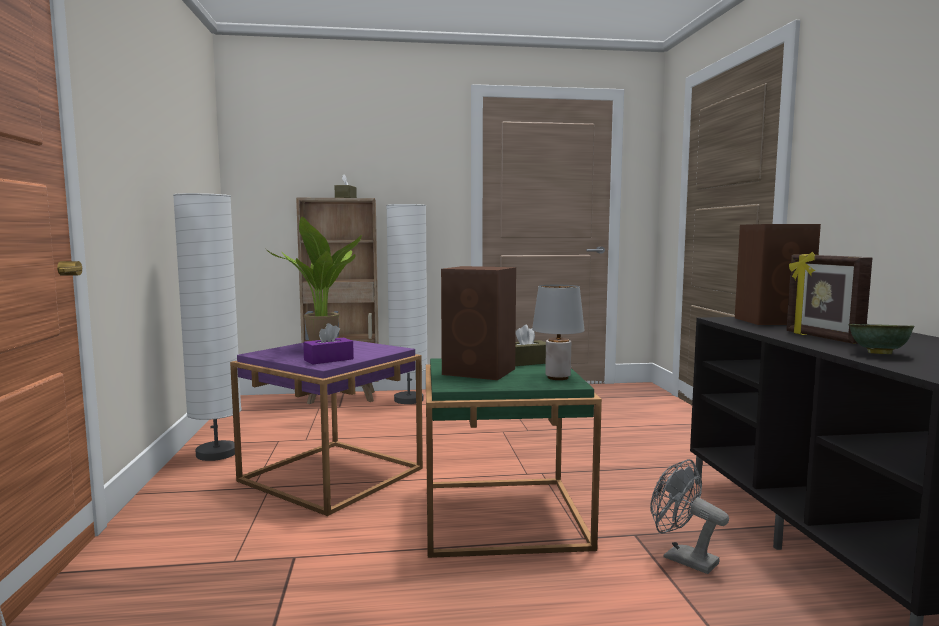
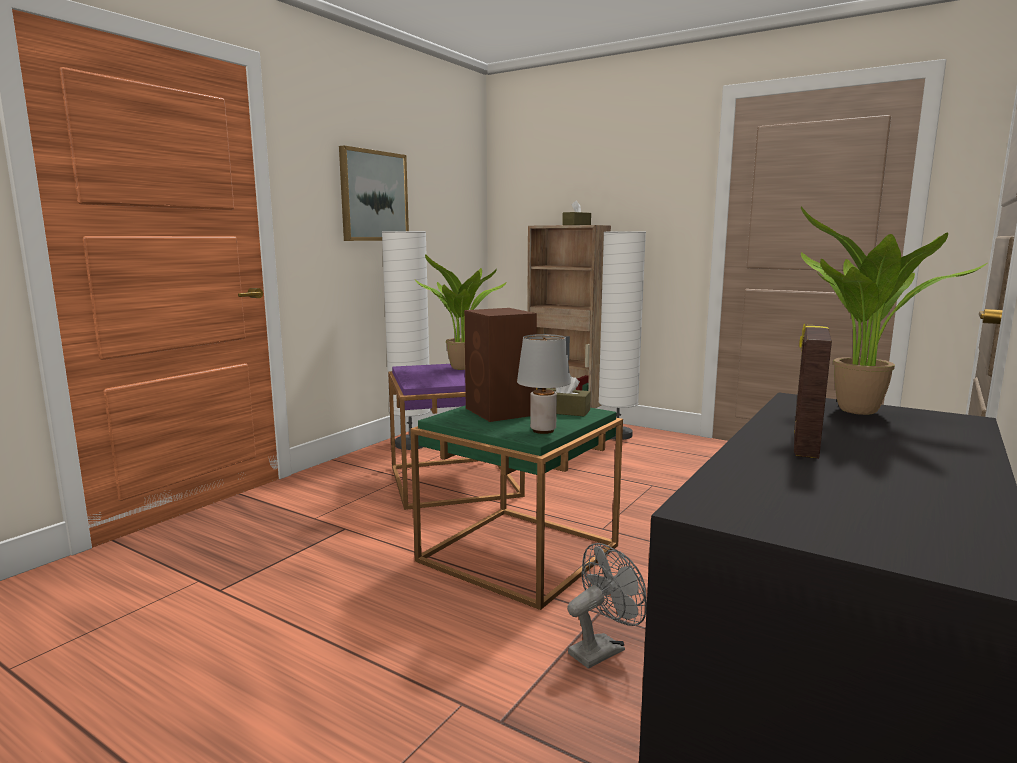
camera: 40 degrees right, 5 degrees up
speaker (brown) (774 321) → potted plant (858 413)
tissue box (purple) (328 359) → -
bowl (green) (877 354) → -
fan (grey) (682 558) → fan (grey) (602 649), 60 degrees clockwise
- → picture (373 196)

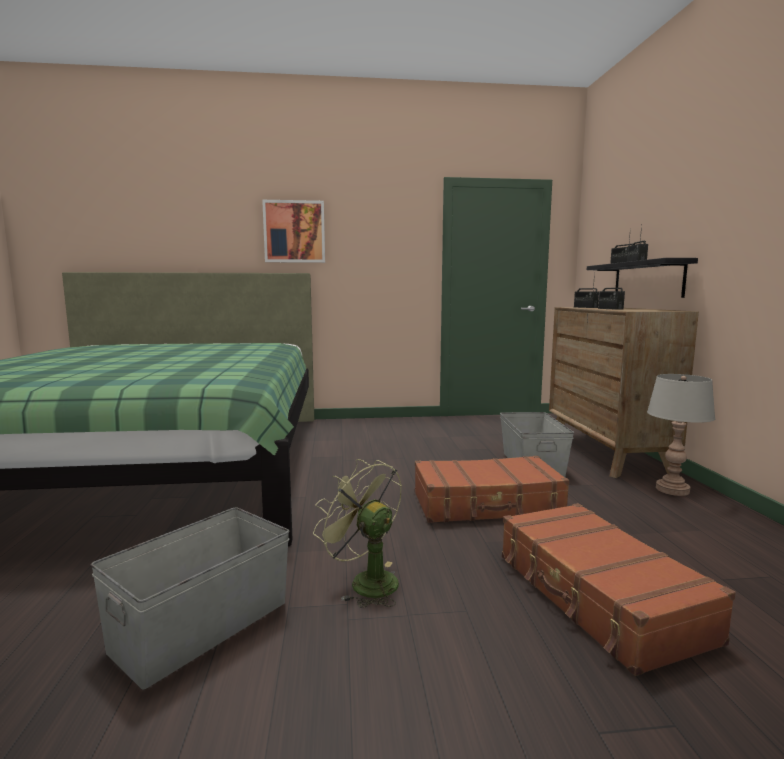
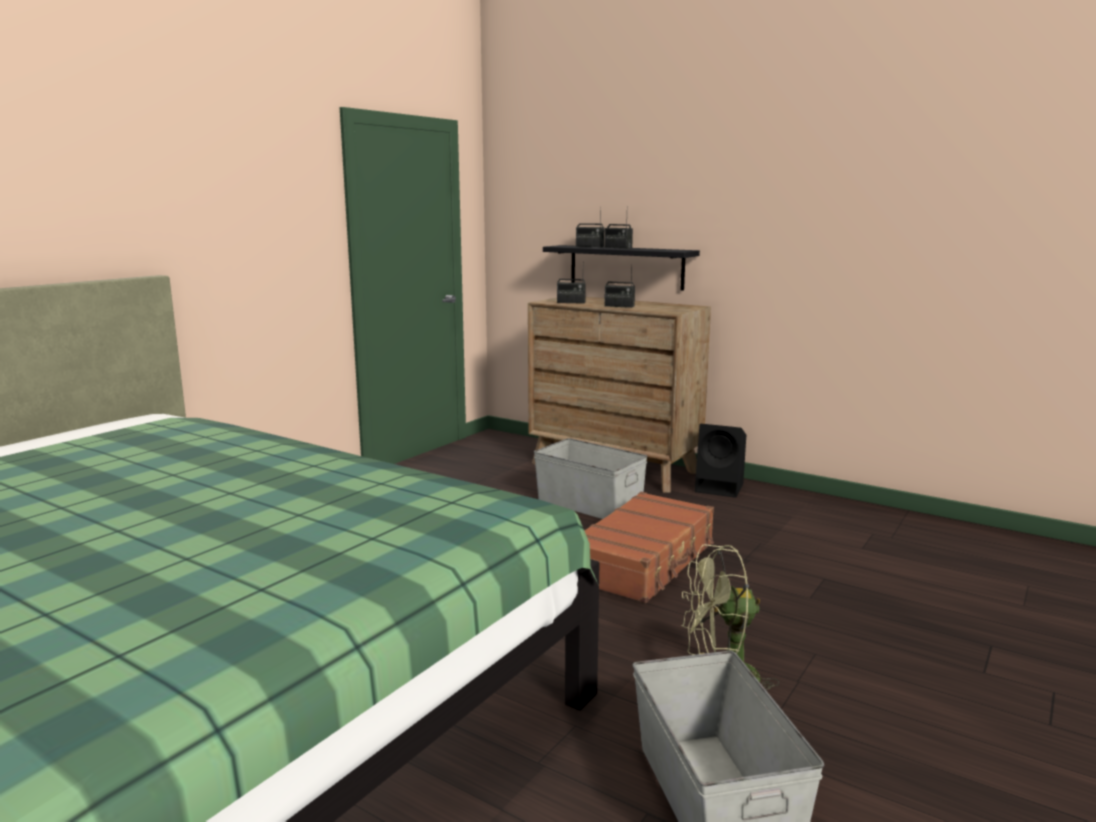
camera: 50 degrees left, 5 degrees up
picture (294 232) → -
table lamp (grey) (672 489) → speaker (black) (720 488)
suitcase (brown) (597 597) → -

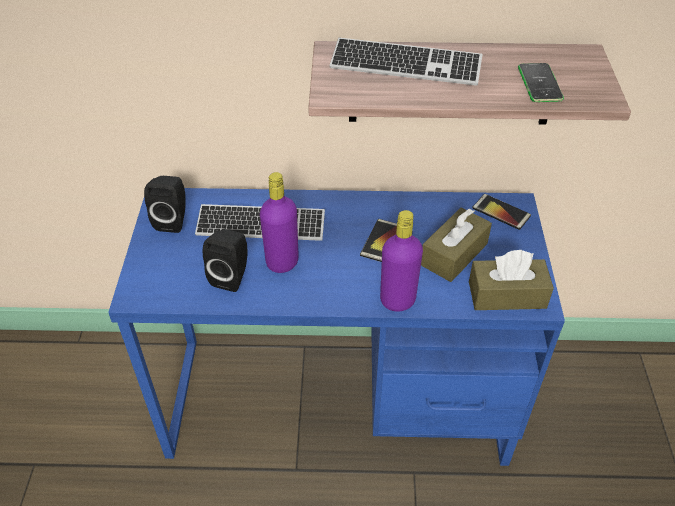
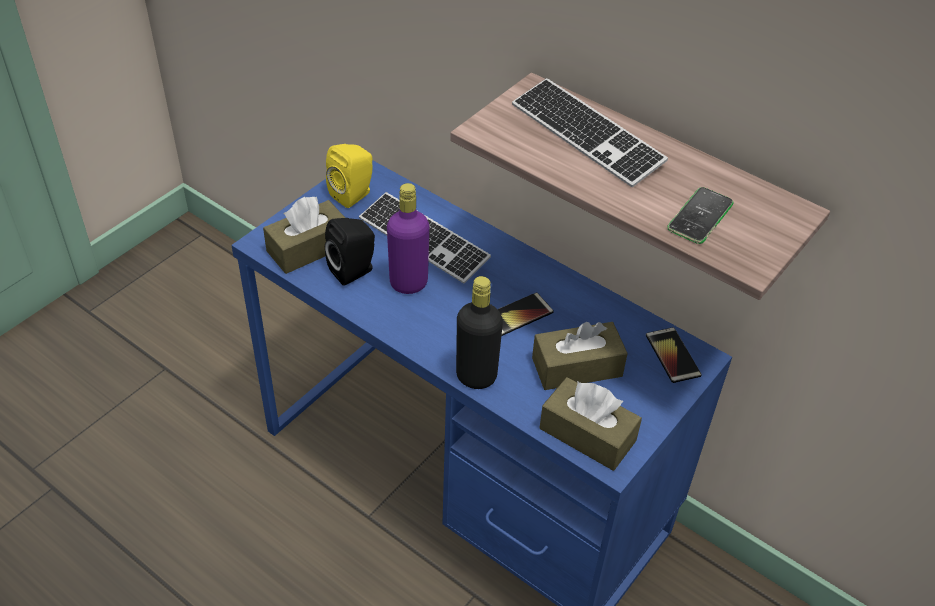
camera: 35 degrees right, 0 degrees up
speaker (black) (173 220) → speaker (yellow) (354 194)
bottle (purple) (397 300) → bottle (black) (476 376)
- → tissue box (brown) (308 248)

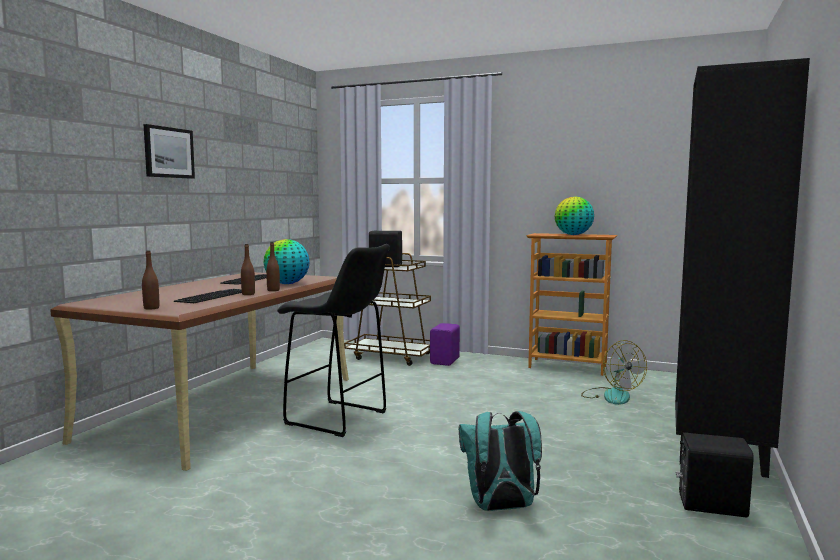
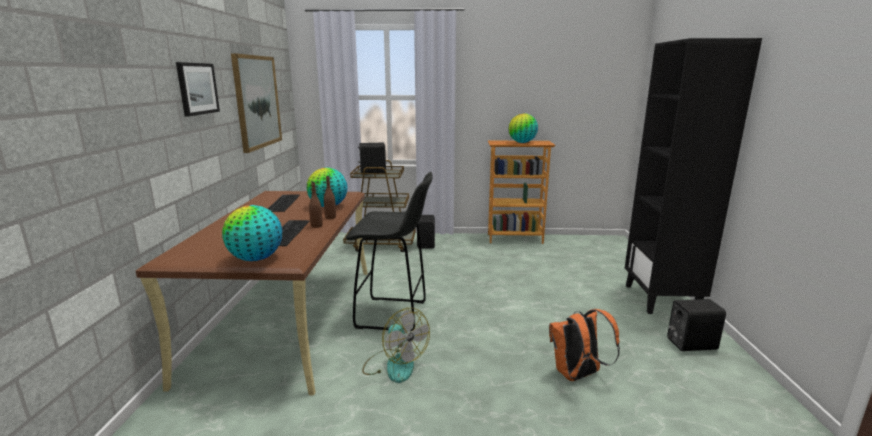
camera: 20 degrees left, 10 degrees up
bottle (brown) (151 308) → globe (256 259)
speaker (purple) (446 361) → speaker (black) (426 244)
fan (611 396) → fan (394 364), shifted
backpack (turquoise) (500 507) → backpack (orange) (577 375)
- → picture (257 102)

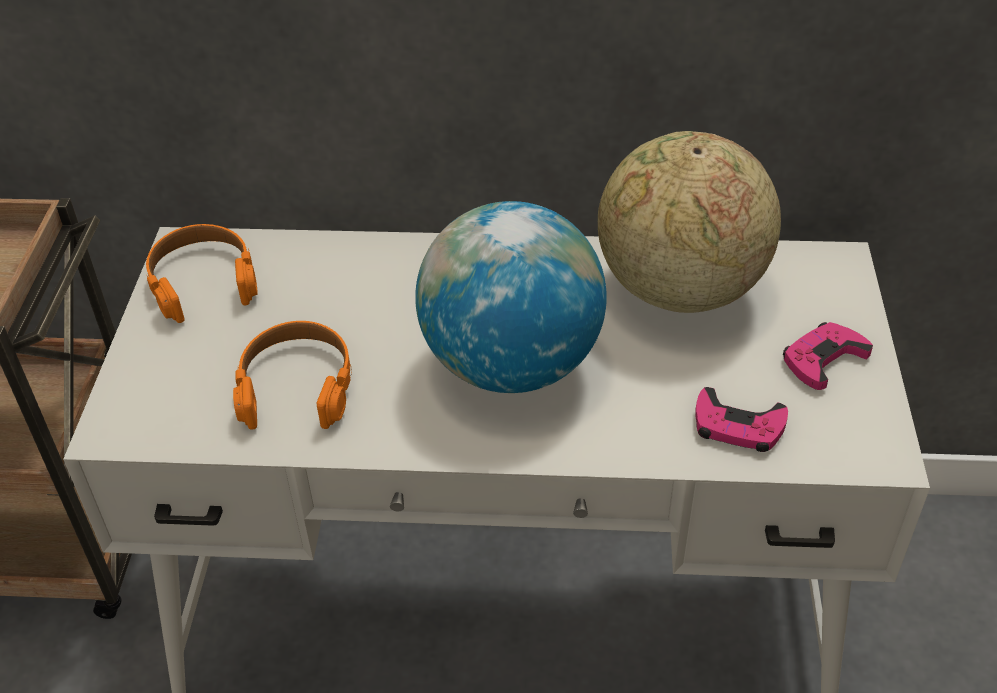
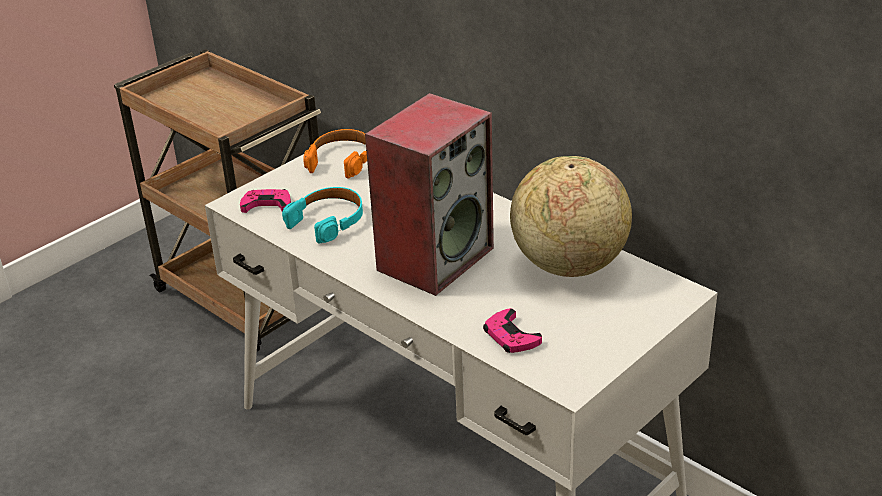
camera: 40 degrees right, 10 degrees down
globe (511 365) → speaker (435 258)
headphones (orange) (297 386) → headphones (turquoise) (328 221)
game controller (pink) (823 359) → game controller (pink) (267 204), shifted

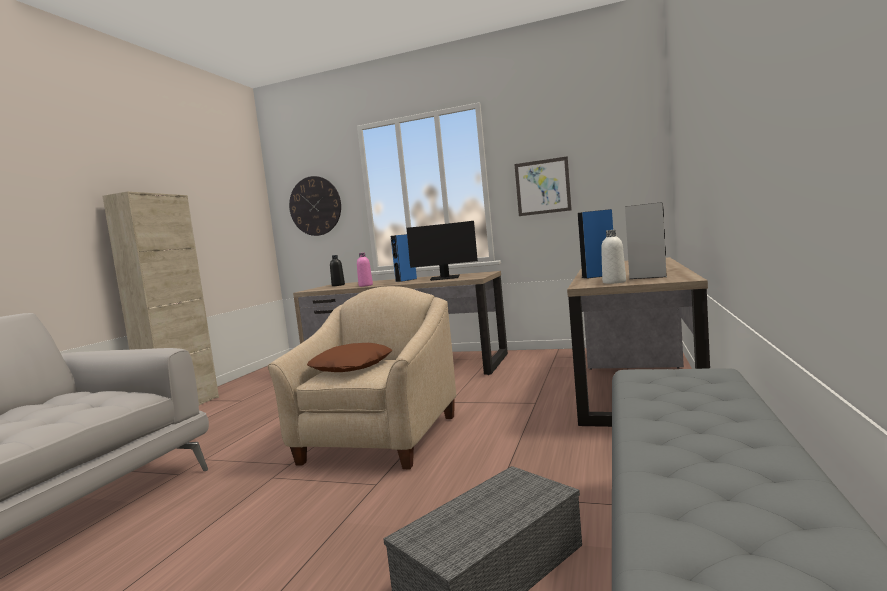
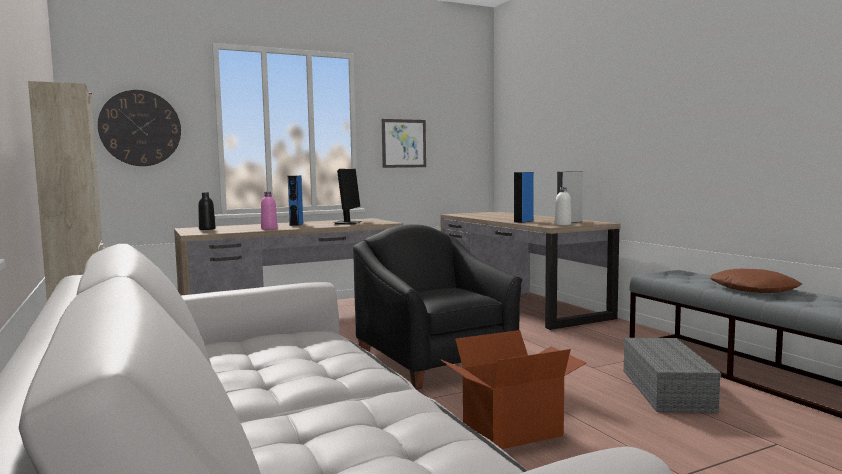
camera: 45 degrees left, 0 degrees up
monitor (445 278) → monitor (348 223), 45 degrees counterclockwise
armchair (beige) (379 439) → armchair (black) (435 363)
pillow (brown) (352 366) → pillow (brown) (754 289), shifted
- → cardboard box (511 429)

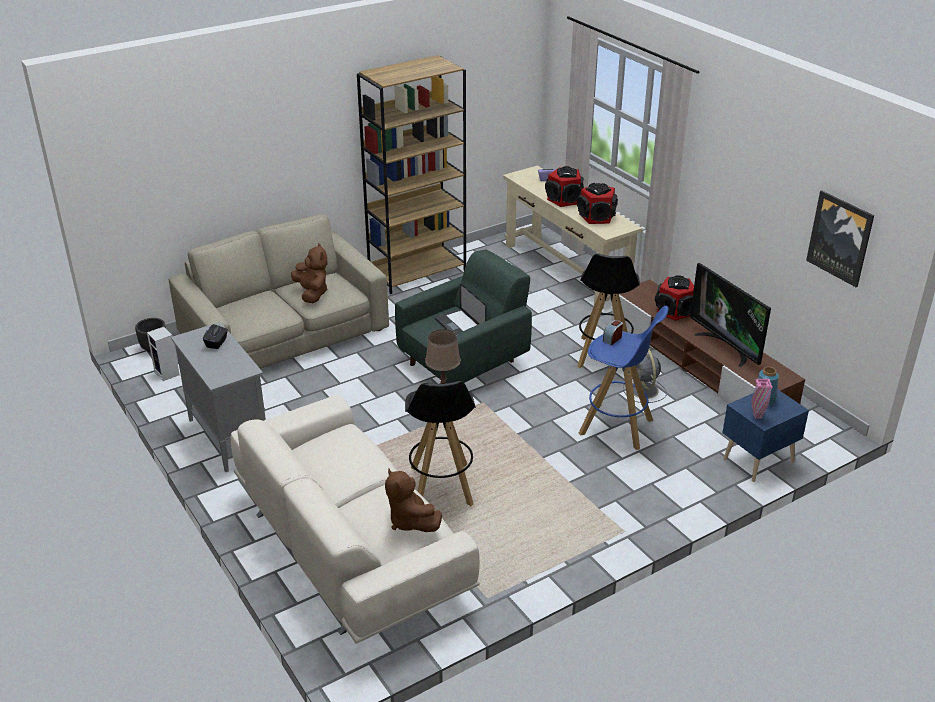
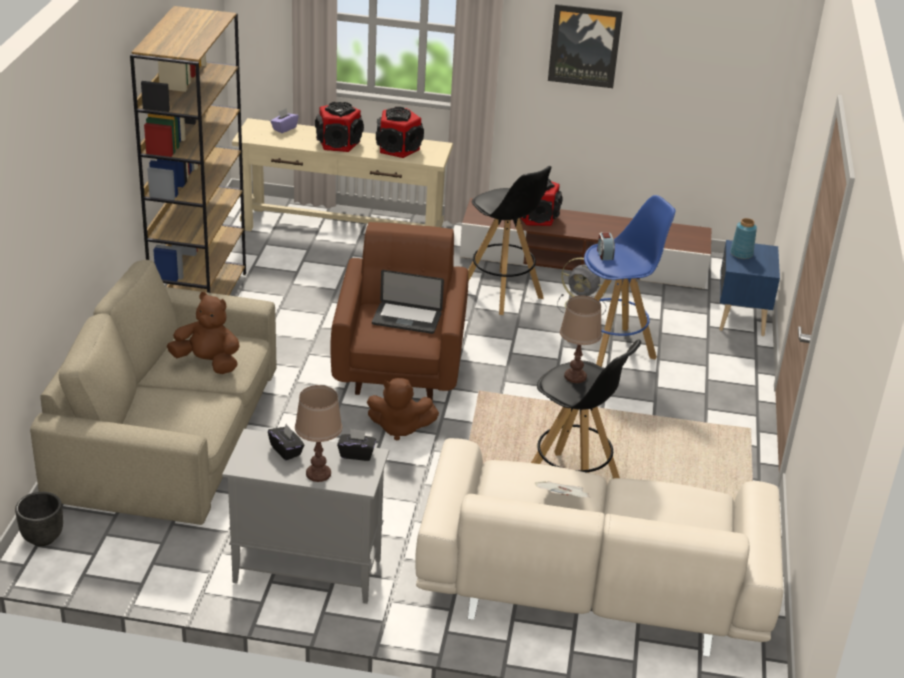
camera: 50 degrees left, 0 degrees up
picture (840 238) → picture (584 45), shifted
armchair (green) (465 361) → armchair (brown) (400 363)
television (726 347) → -
speaker (168 373) → -
vase (pink) (757 416) → -
plush toy (brown) (410 521) → plush toy (brown) (399 428), shifted
- → table lamp (brown) (318 474)
- → tissue box (black) (356 454)
- → newspaper (562 501)

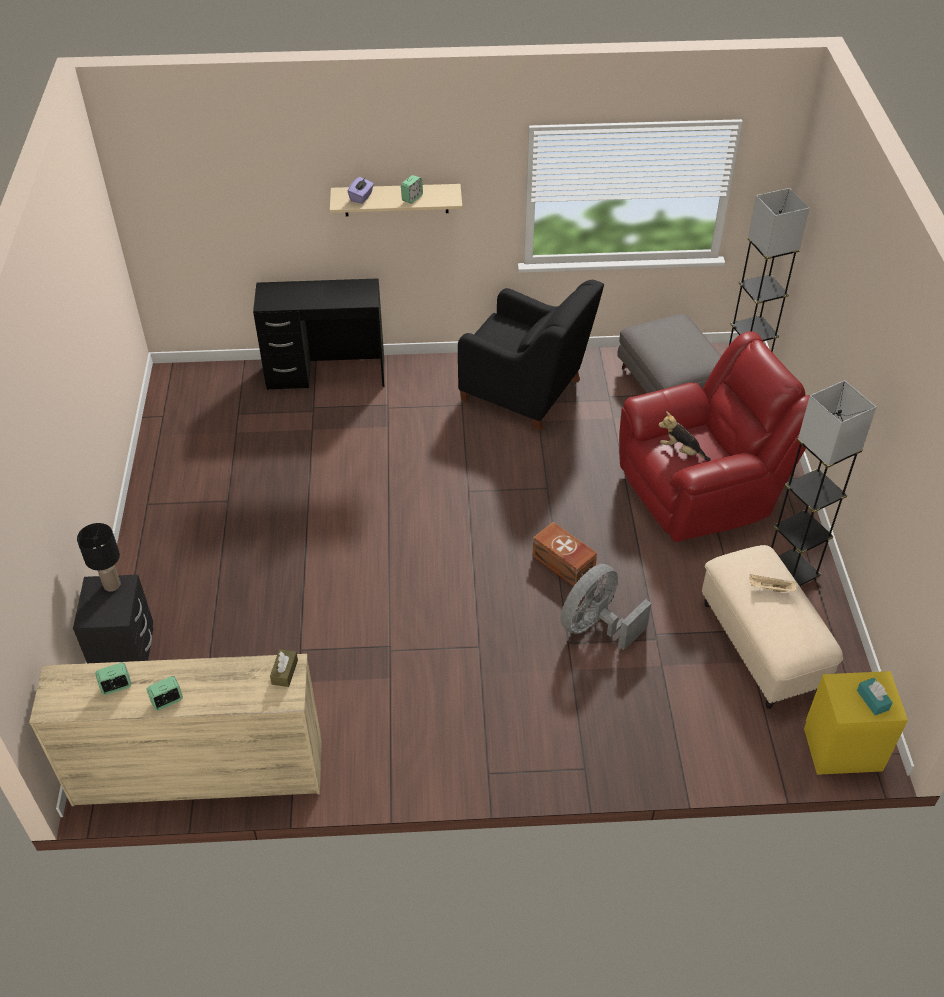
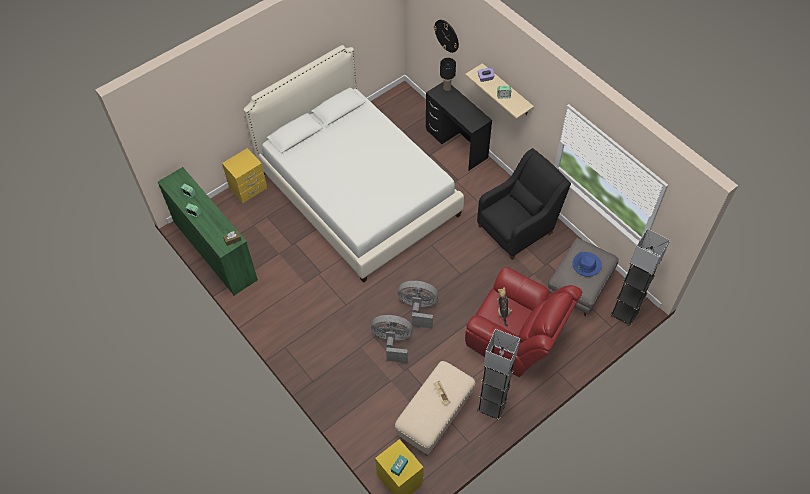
camera: 55 degrees right, 10 degrees up
armchair (black) (526 392) → armchair (black) (518 227), 120 degrees counterclockwise
storage box (brown) (563 564) → fan (grey) (418 308)
table lamp (black) (112 585) → table lamp (black) (447 88), shifted
nightstand (black) (125 654) → nightstand (yellow) (248 188)
dresser (beige) (198 772) → dresser (green) (215 250)
- → wall clock (447 35)
- → bed (white) (358 193)
- → hat (blue) (586 265)

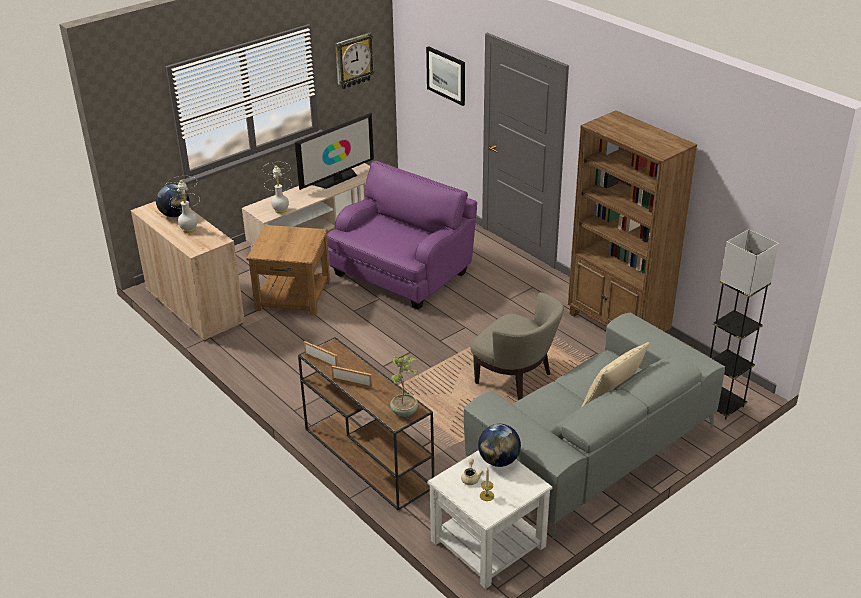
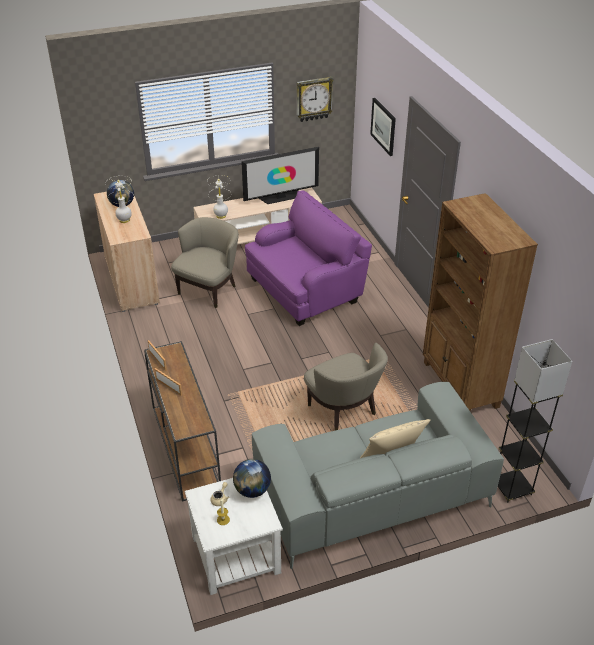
camera: 20 degrees right, 5 degrees up
side table (brown) (293 295) → armchair (beige) (209 289)
potted plant (405 411) → -

